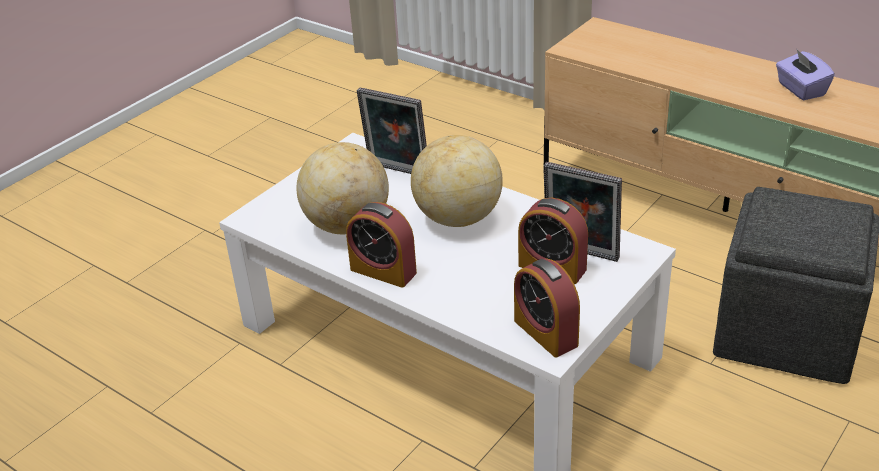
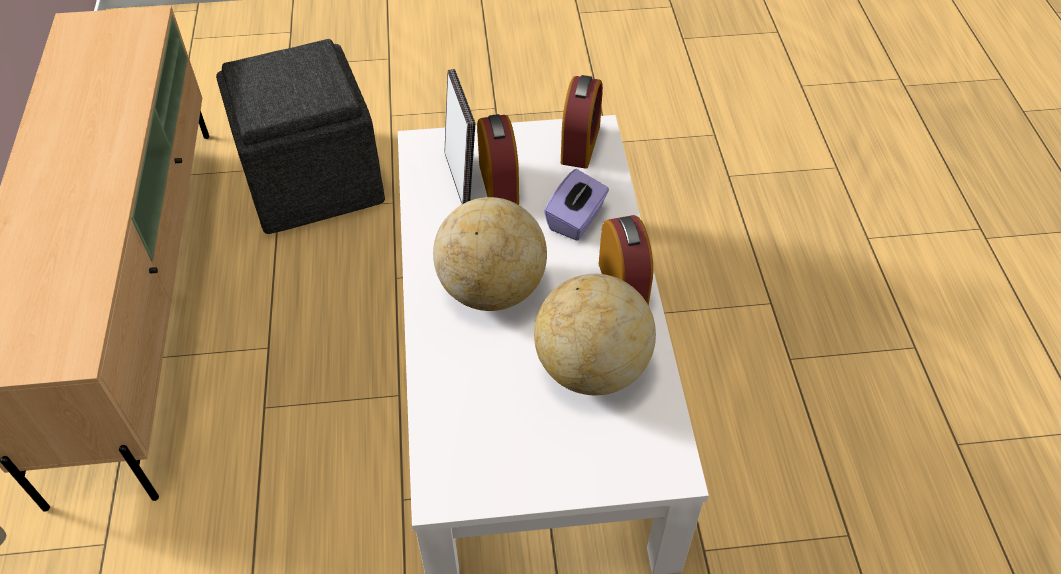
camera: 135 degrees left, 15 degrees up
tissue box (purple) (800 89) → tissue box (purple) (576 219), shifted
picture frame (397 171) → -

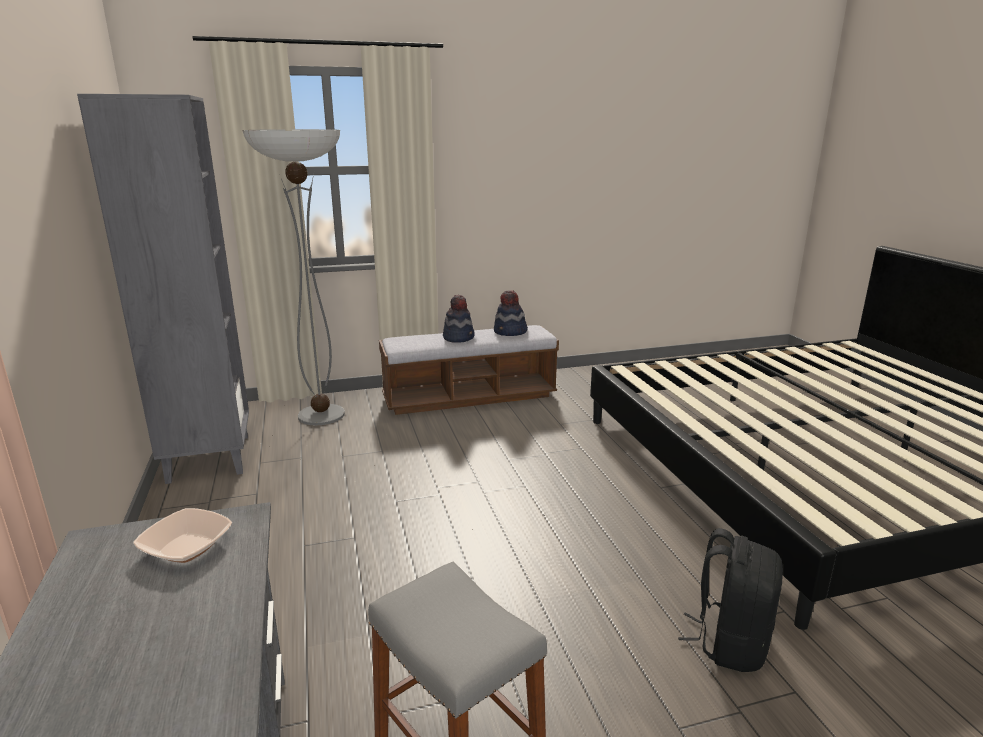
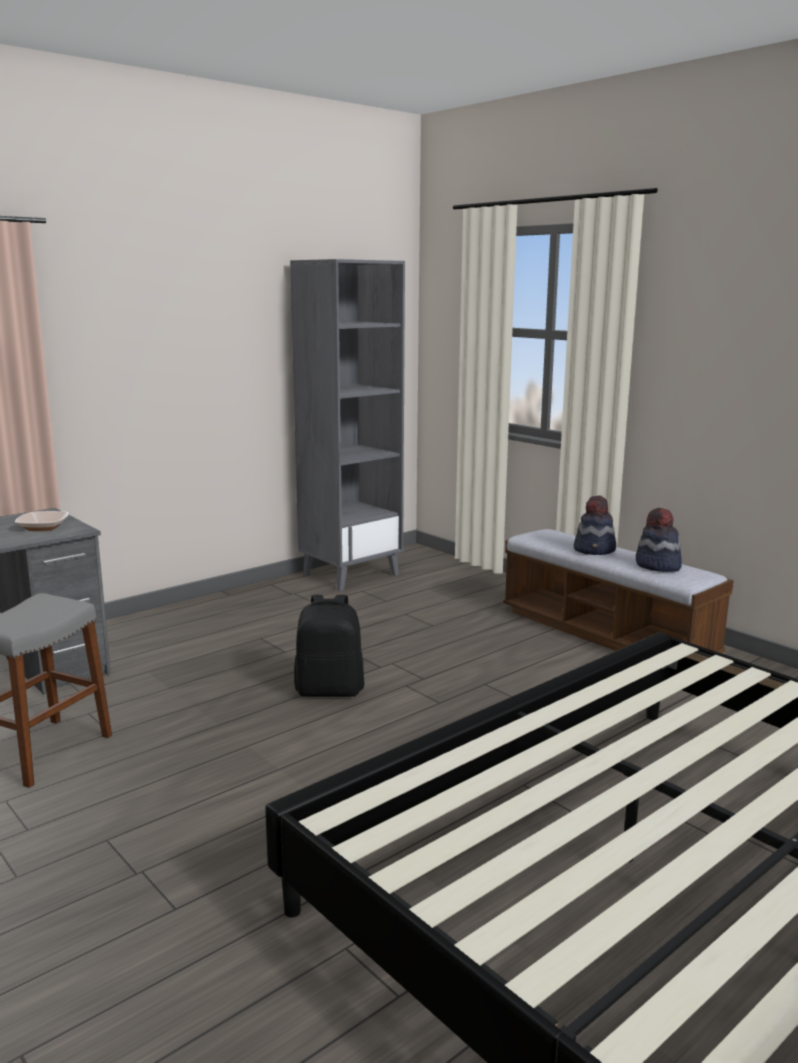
camera: 65 degrees right, 5 degrees down
floor lamp (321 415) → -
backpack (black) (729 642) → backpack (black) (330 690), shifted

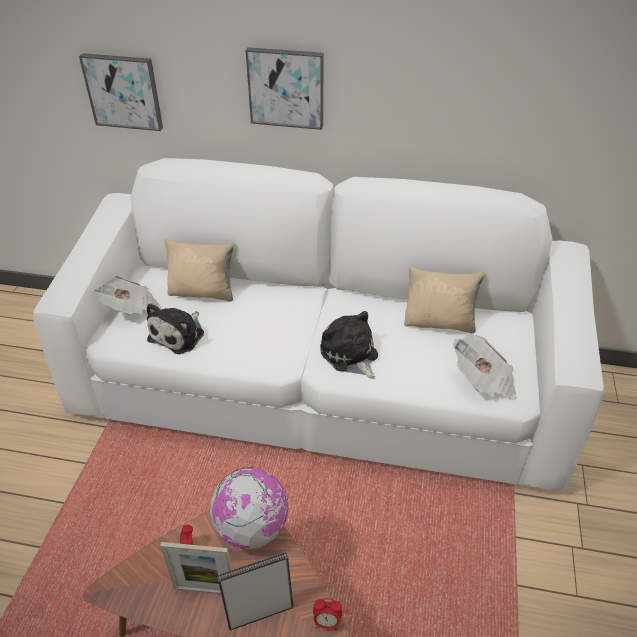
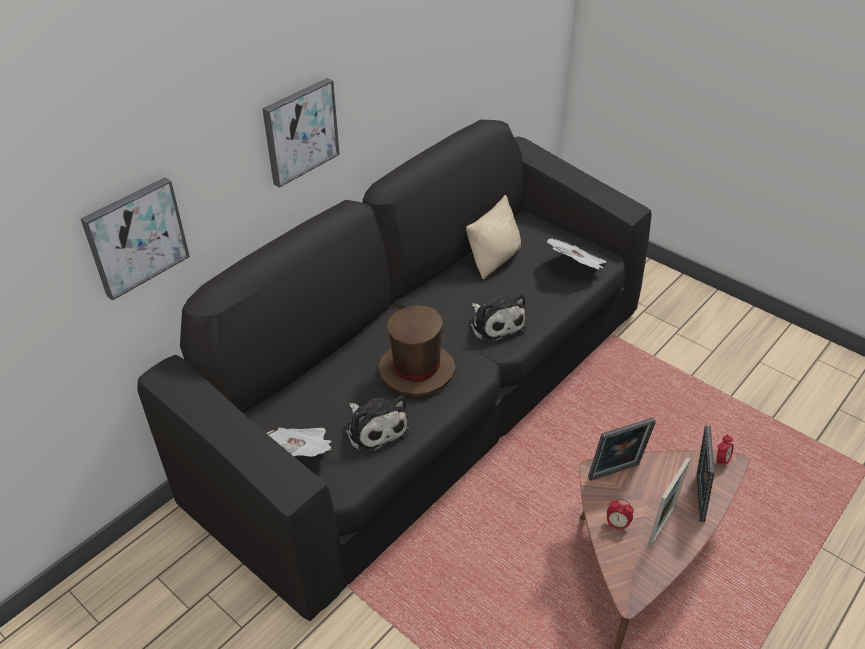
camera: 60 degrees left, 0 degrees up
sofa (white) (320 389) → sofa (black) (432 399)
pillow (beige) (203 292) → -
plush toy (350 355) → plush toy (495 324), 120 degrees counterclockwise
globe (252 527) → picture frame (615 473)
- → hat (brown) (416 370)

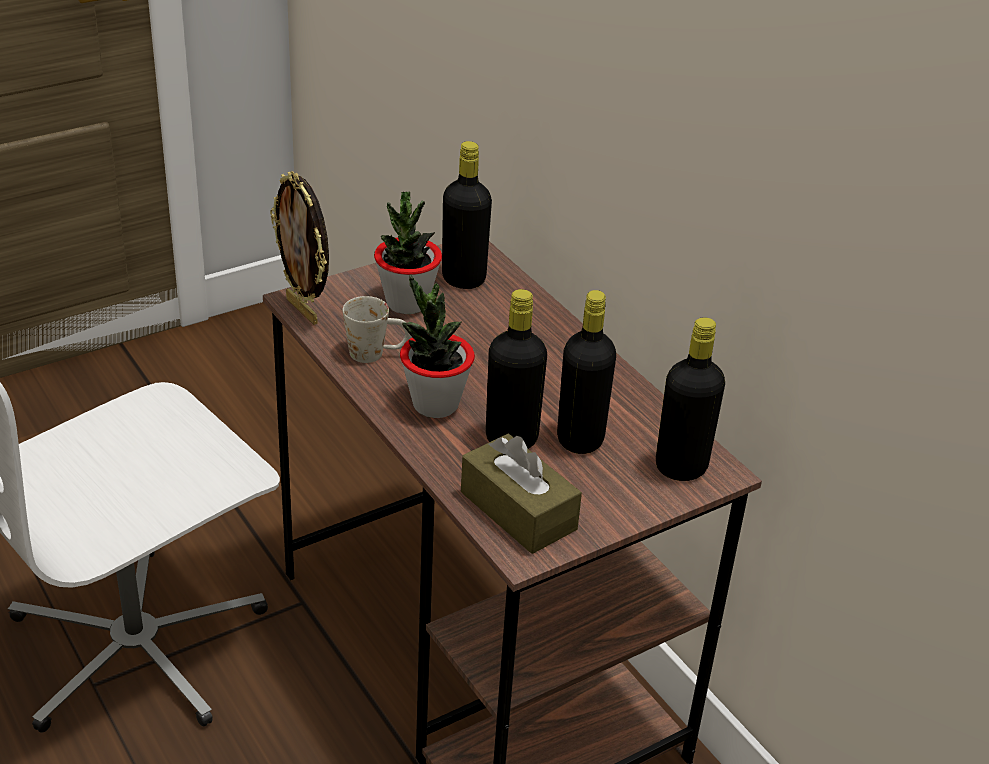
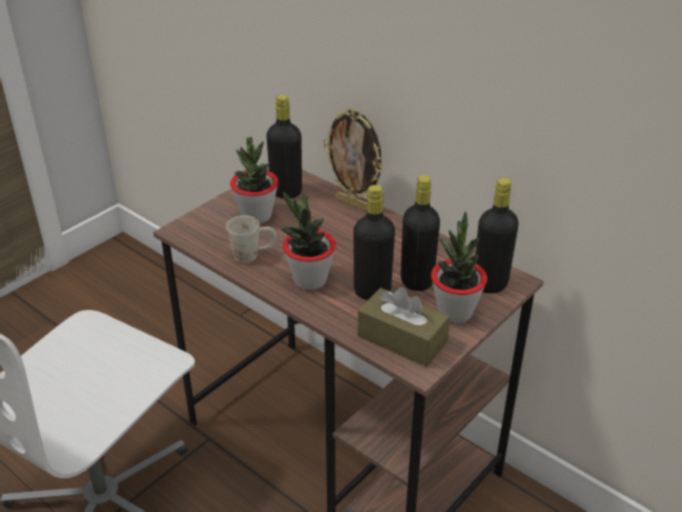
camera: 15 degrees left, 0 degrees up
picture frame (304 310) → picture frame (353 204), shifted
- → potted plant (455 312)

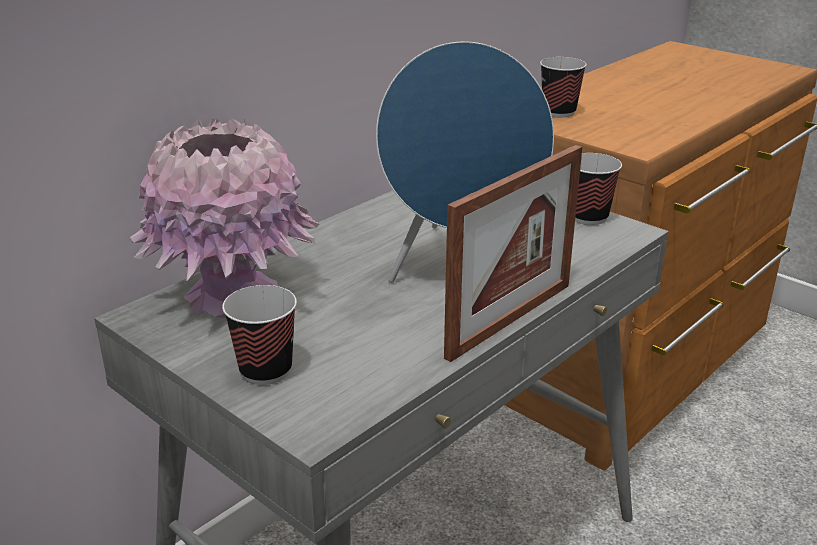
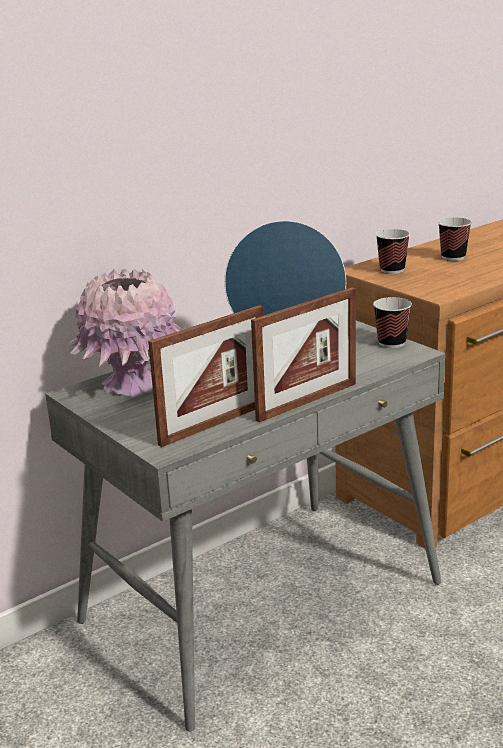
camera: 10 degrees right, 5 degrees down
cup (266 370) → cup (453 257), shifted
- → picture frame (214 424)

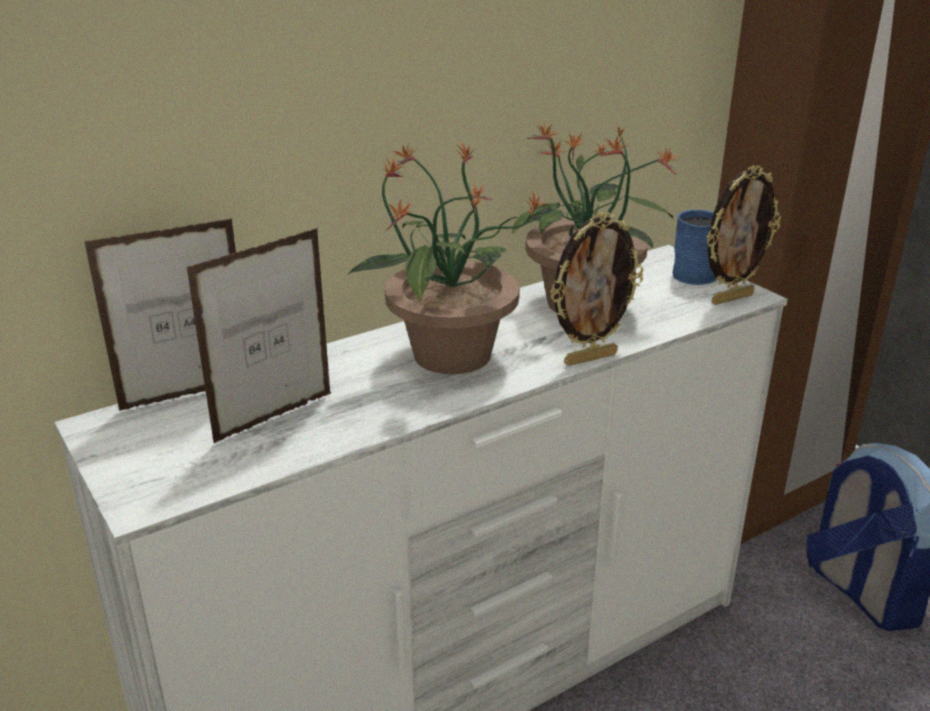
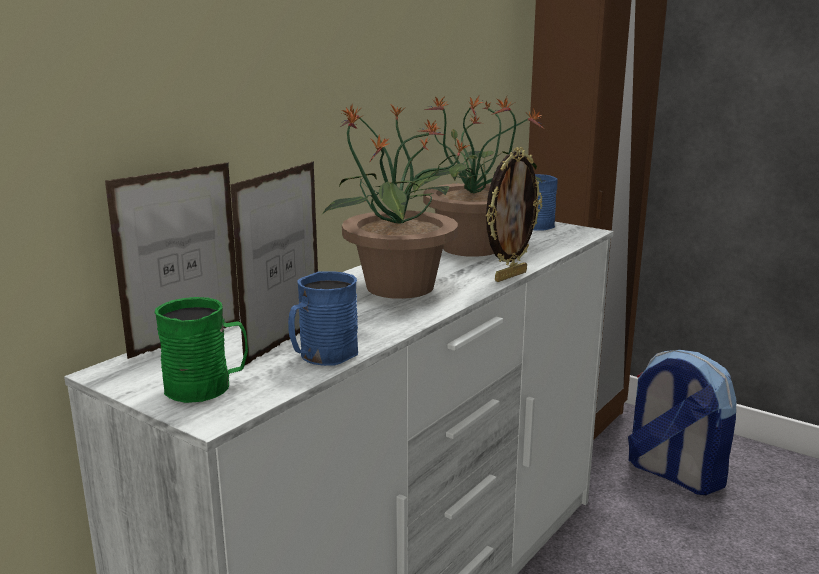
camera: 20 degrees left, 10 degrees down
picture frame (731 298) → -
- → mug (blue) (322 356)
- → mug (green) (207 387)

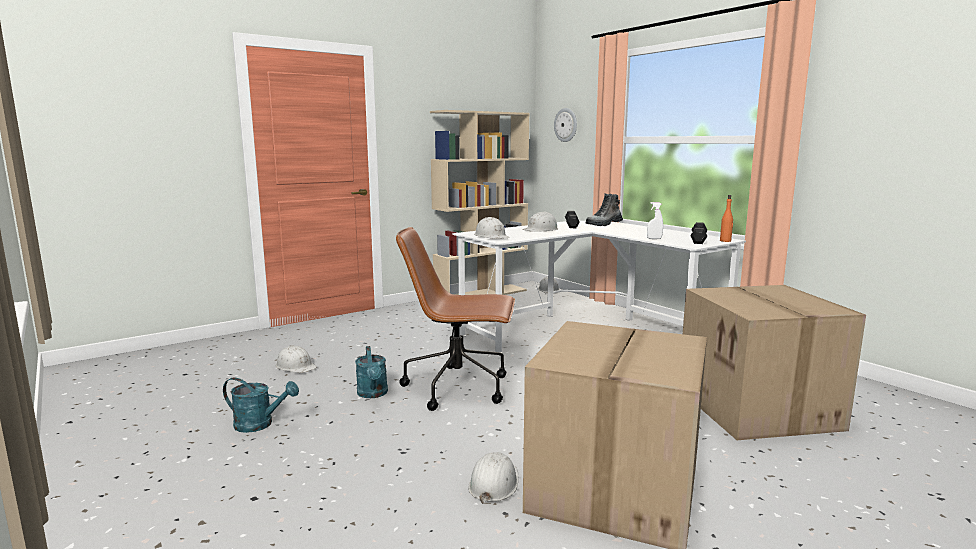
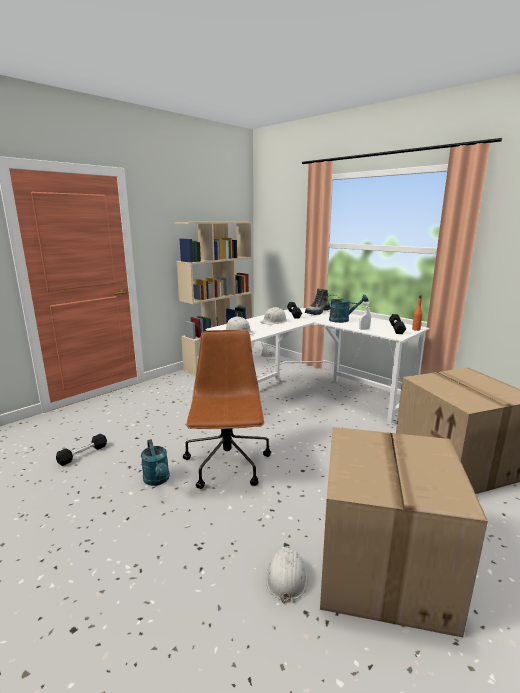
camera: 10 degrees left, 5 degrees up
wall clock (566 125) → -
office chair (brown) (459 387) → office chair (brown) (228 465), 90 degrees clockwise
hard hat (white) (295 366) → dumbbell (black) (83 454)
watering can (turquoise) (260 424) → watering can (turquoise) (343 320), shifted

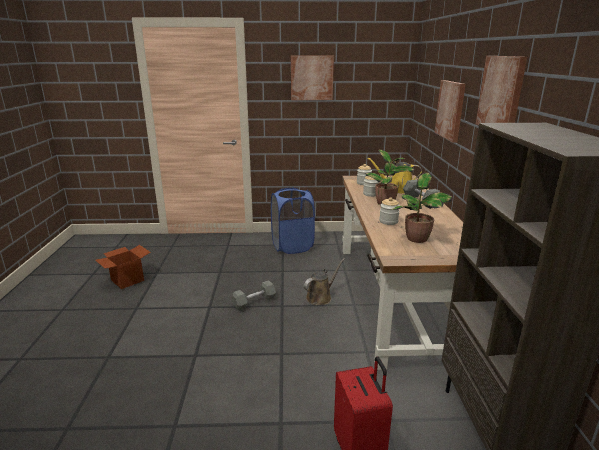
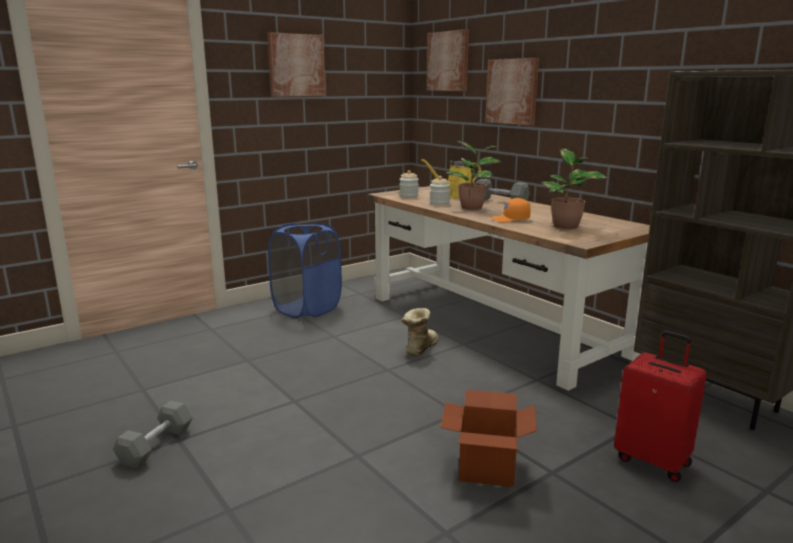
camera: 35 degrees left, 5 degrees down
picture (501 94) → picture (448 61), shifted
jar (388 221) → cap (orange) (510 219)
cardboard box (127 280) → cardboard box (487 468), shifted
watering can (brown) (320 297) → boot (419 348)
dumbbell (grey) (254 302) → dumbbell (grey) (156 446), shifted

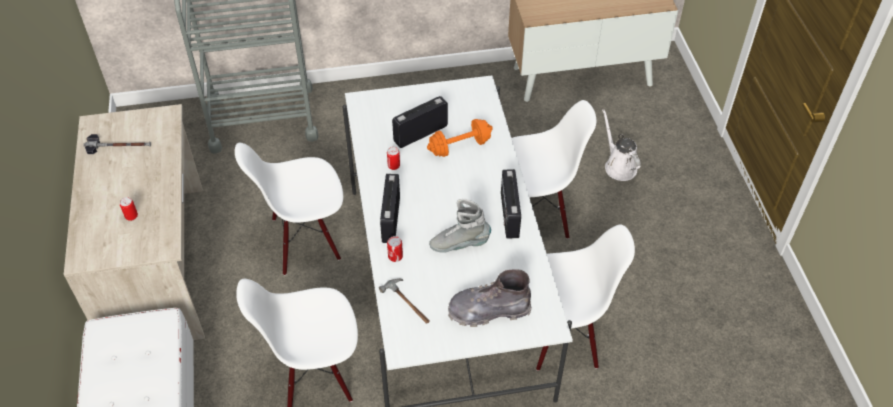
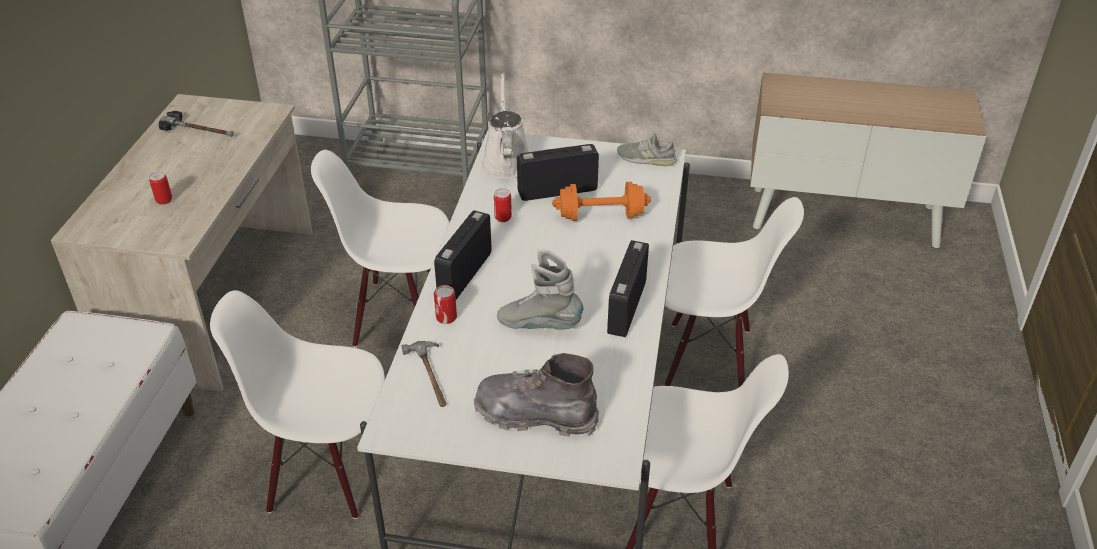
camera: 20 degrees right, 10 degrees down
watering can (white) (618 166) → watering can (white) (506 161), shifted
- → shoe (grey) (646 158)

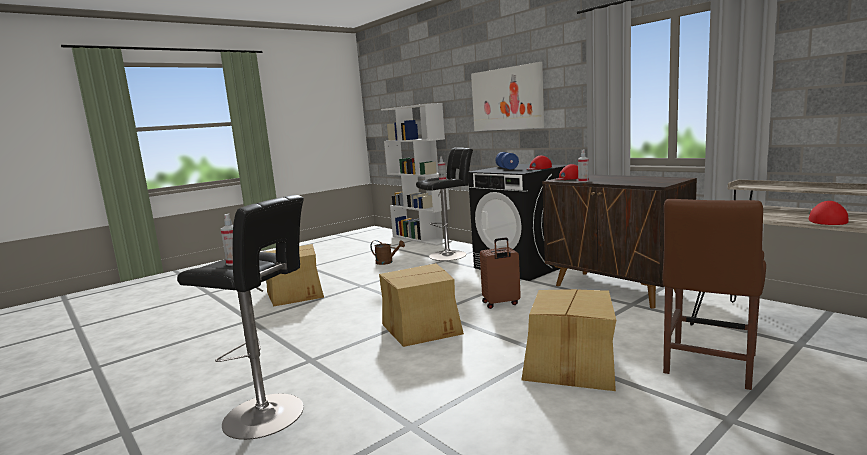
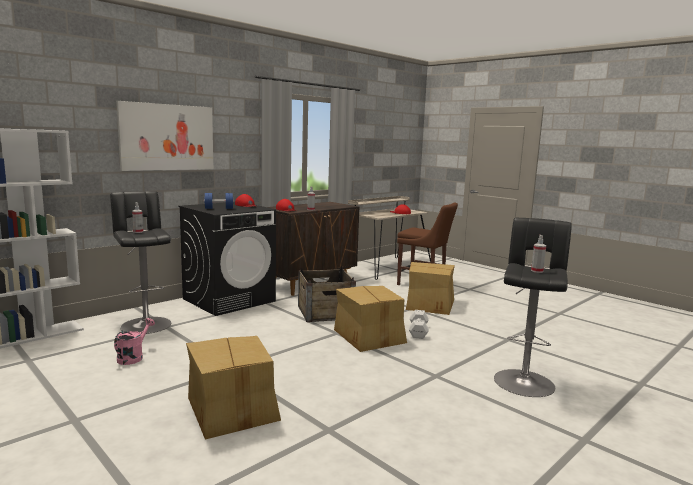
camera: 95 degrees left, 0 degrees up
suitcase (brown) (501 303) → crate (325 312)
watering can (brown) (387 262) → watering can (pink) (133 357)
- → dumbbell (white) (417 332)

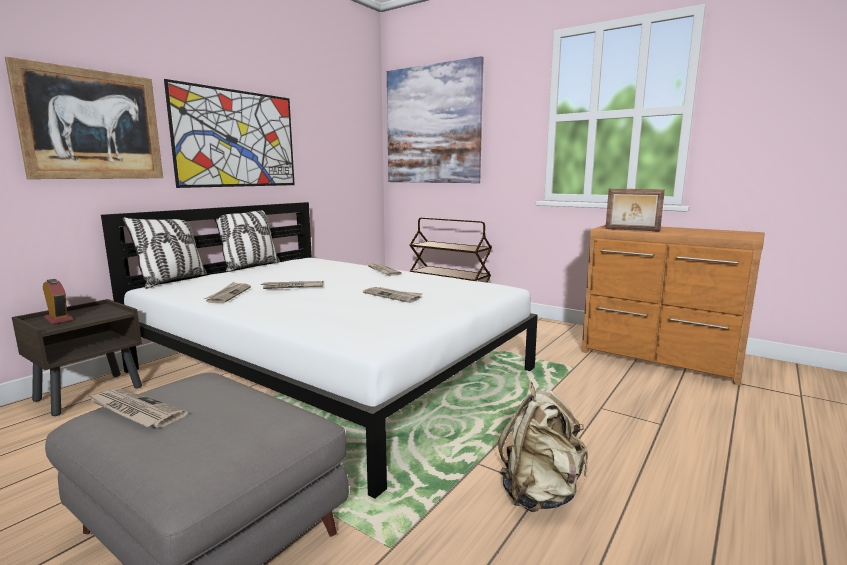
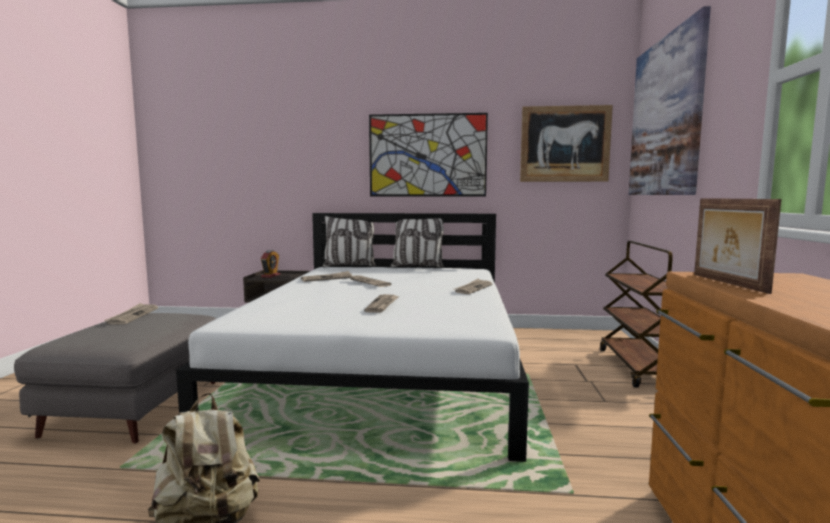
camera: 60 degrees right, 5 degrees down
picture (92 125) → picture (564 144), shifted

